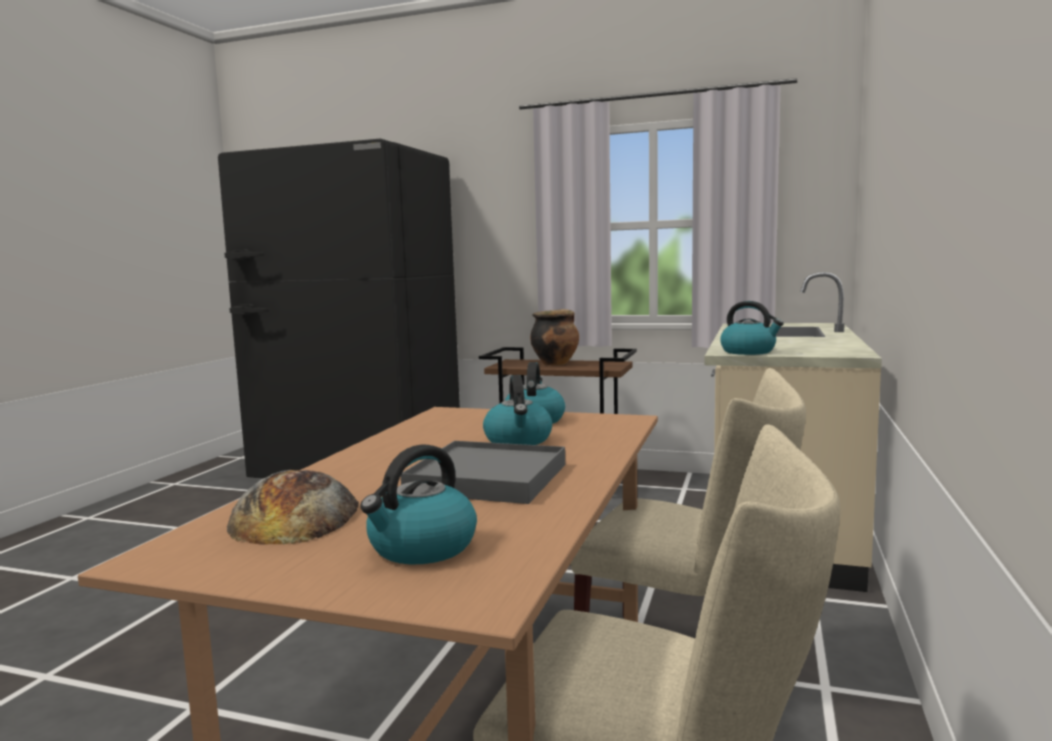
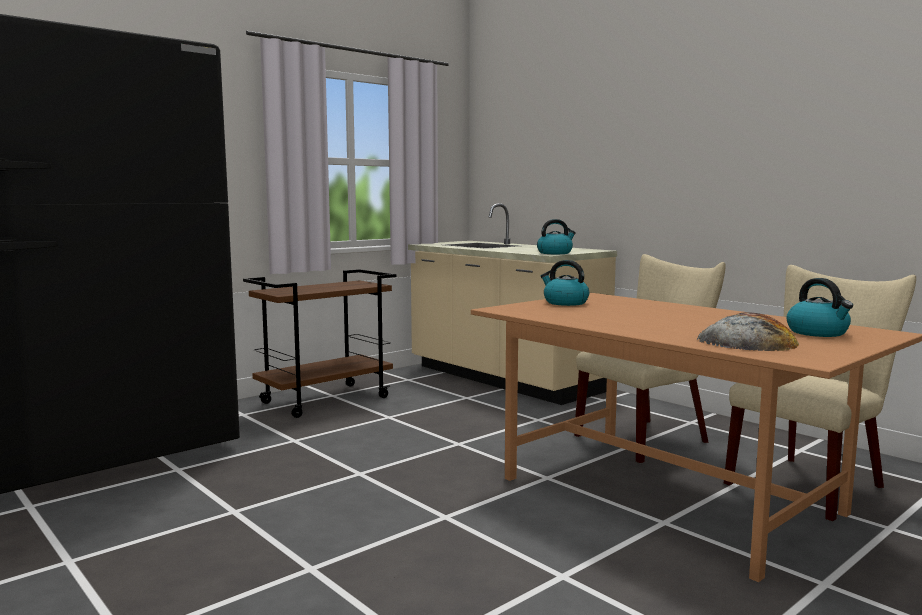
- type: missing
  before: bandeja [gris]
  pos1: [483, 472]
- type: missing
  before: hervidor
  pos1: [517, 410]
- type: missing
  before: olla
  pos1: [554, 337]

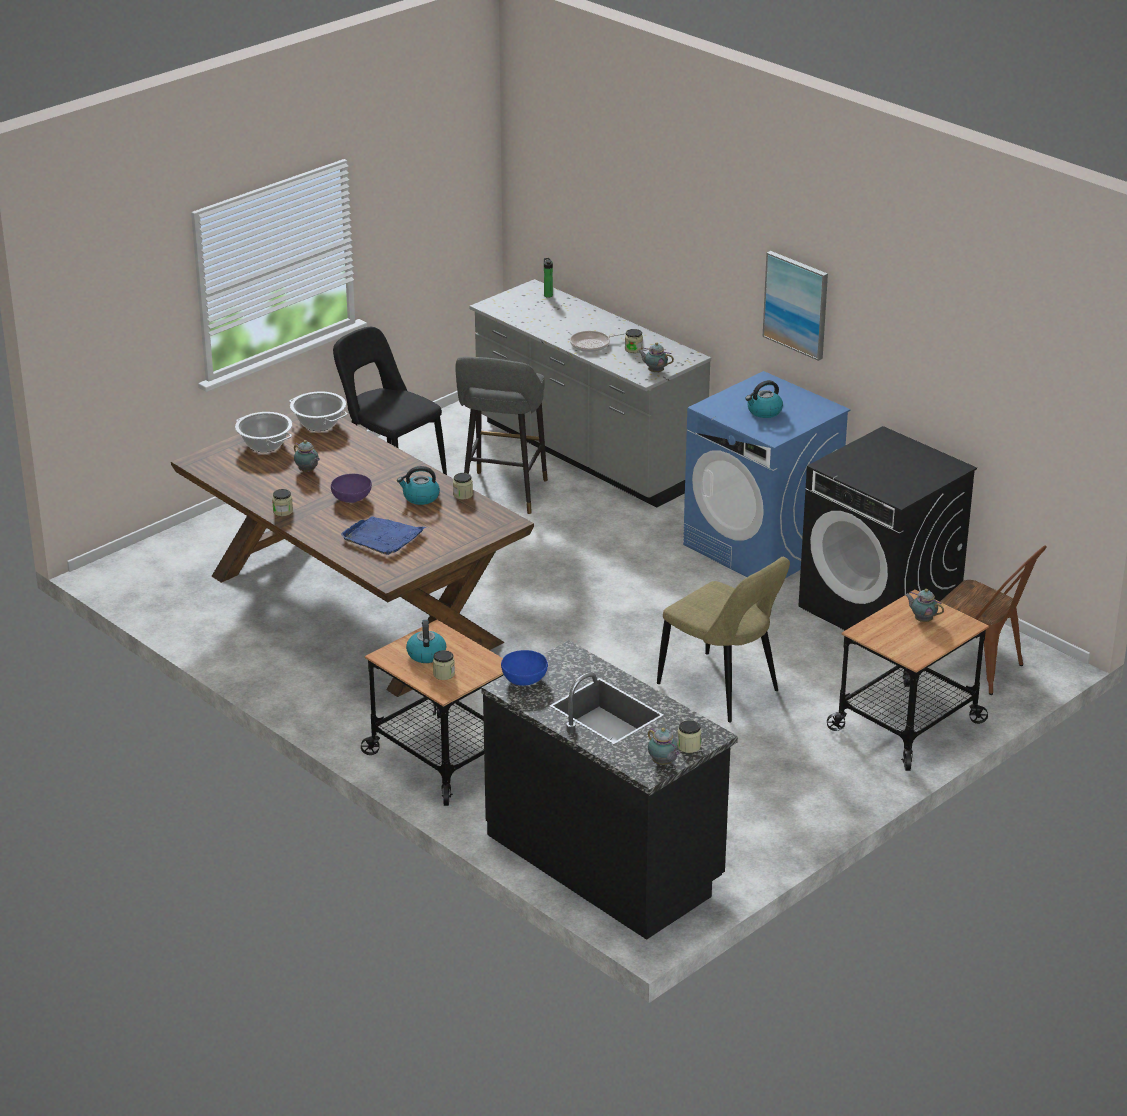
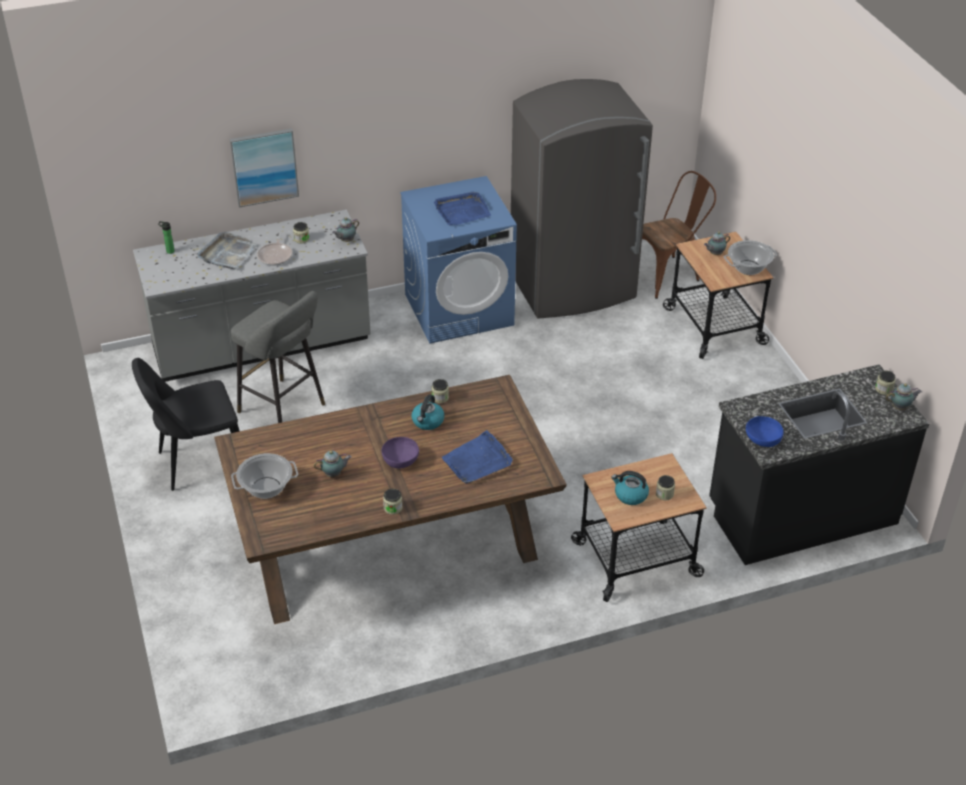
- type: relocated
  before: olla
  pos1: [318, 411]
  pos2: [750, 257]
- type: missing
  before: silla [beis]
  pos1: [723, 640]
- type: exchanged
  before: hervidor
  after: bandeja [azul]
  pos1: [764, 399]
  pos2: [462, 209]
- type: relocated
  before: cuadro
  pos1: [795, 306]
  pos2: [264, 168]
- type: exchanged
  before: lavadora [negro]
  after: nevera [gris]
  pos1: [887, 528]
  pos2: [582, 199]
- type: appeared
  after: bandeja [gris]
  pos2: [227, 250]

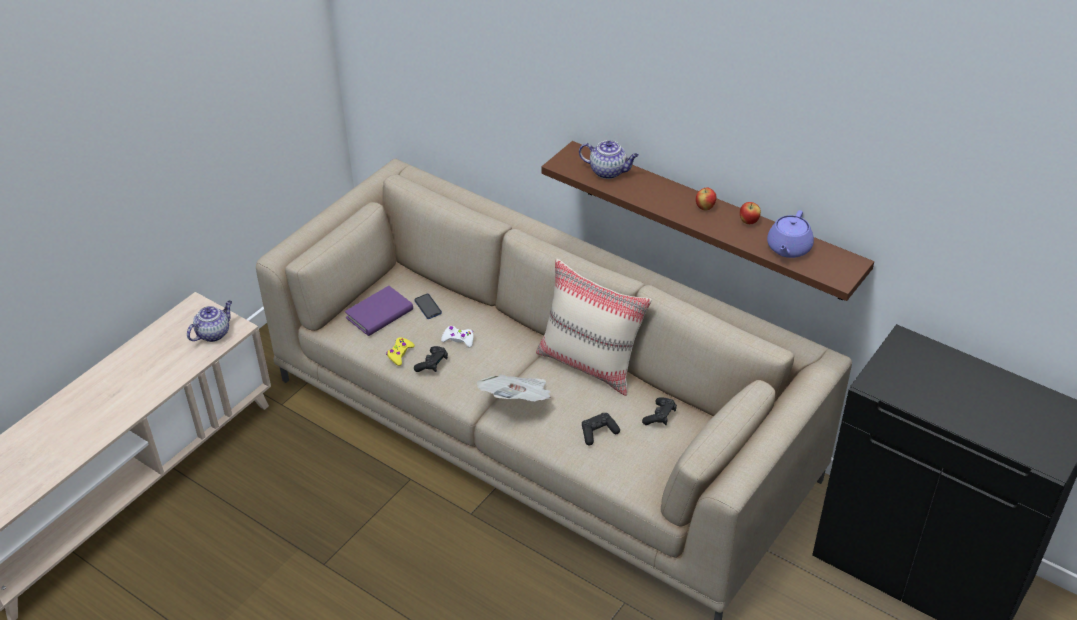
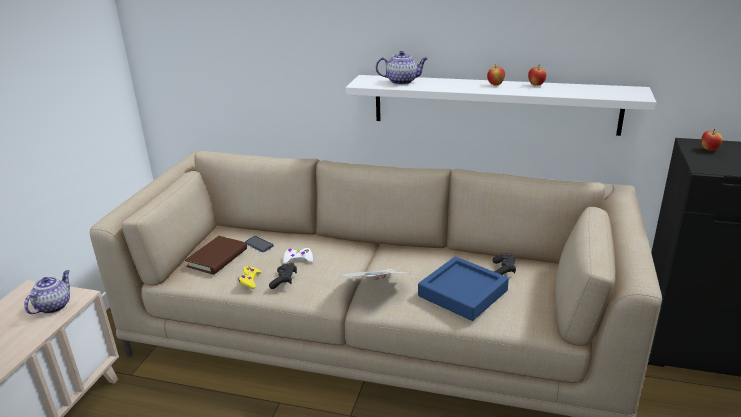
- type: colour
  before: libro [morado]
  after: libro [marrón]
  pos1: [379, 311]
  pos2: [216, 255]
- type: missing
  before: cojín [beis]
  pos1: [594, 327]
- type: colour
  before: estante [marrón]
  after: estante [blanco]
  pos1: [708, 221]
  pos2: [501, 105]
- type: exchanged
  before: mando de consola [negro]
  after: bandeja [azul]
  pos1: [601, 429]
  pos2: [463, 289]
- type: missing
  before: tetera [morado]
  pos1: [790, 234]
- type: appeared
  after: manzana
  pos2: [711, 140]

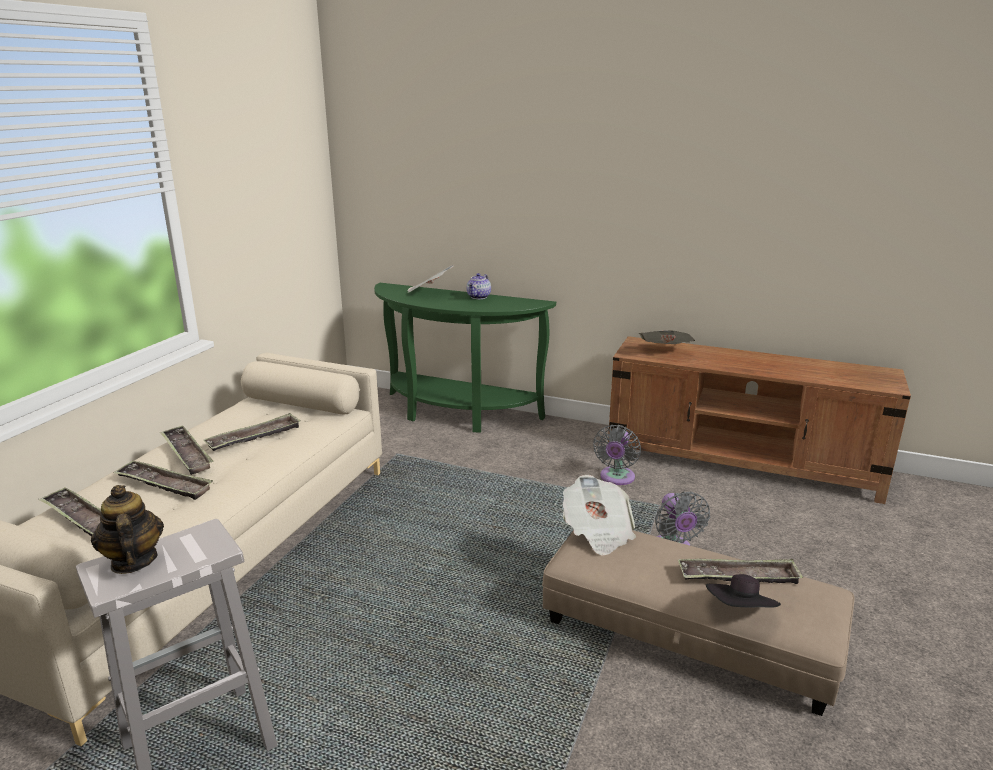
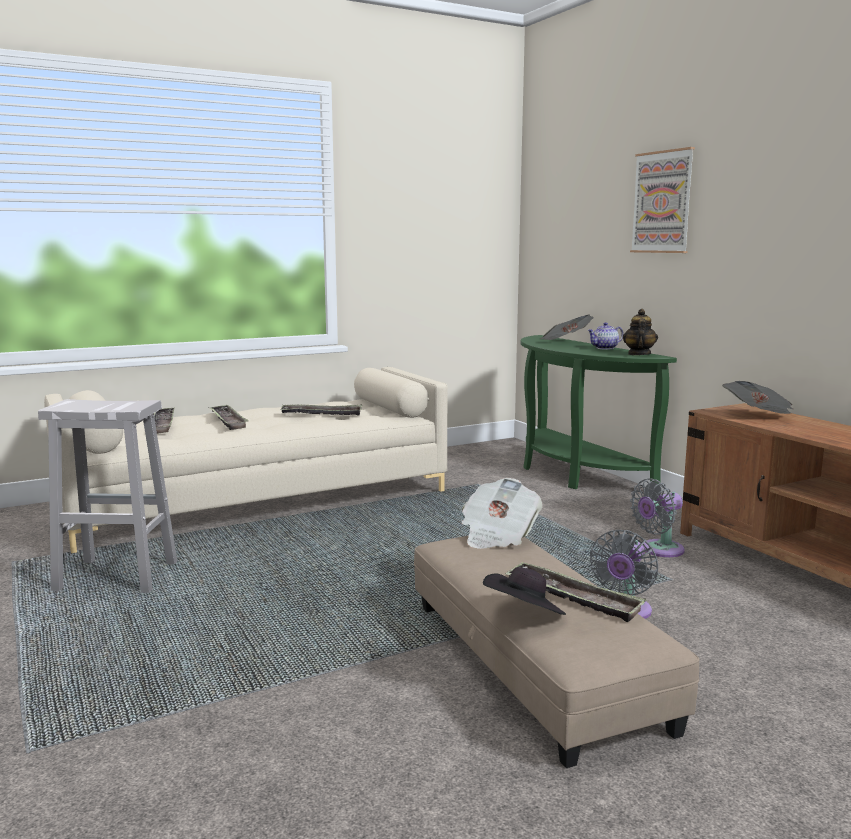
- type: relocated
  before: tetera
  pos1: [127, 529]
  pos2: [640, 332]
- type: missing
  before: bandeja
  pos1: [186, 450]
- type: appeared
  after: cuadro
  pos2: [662, 200]

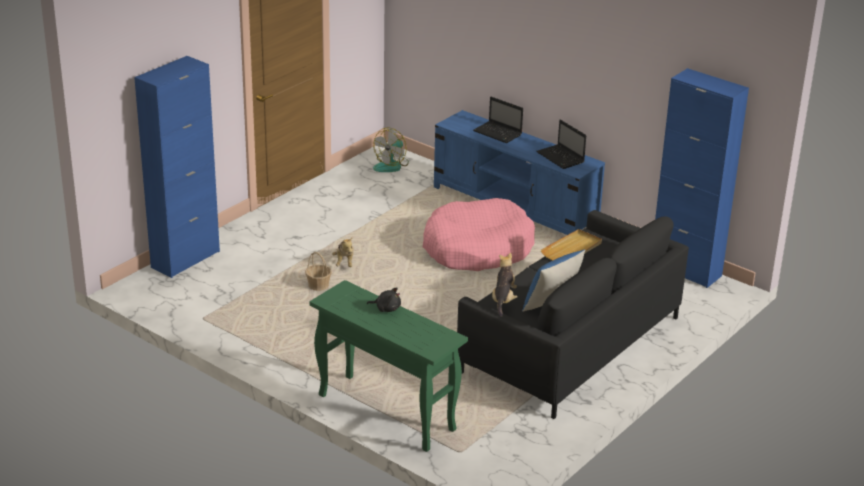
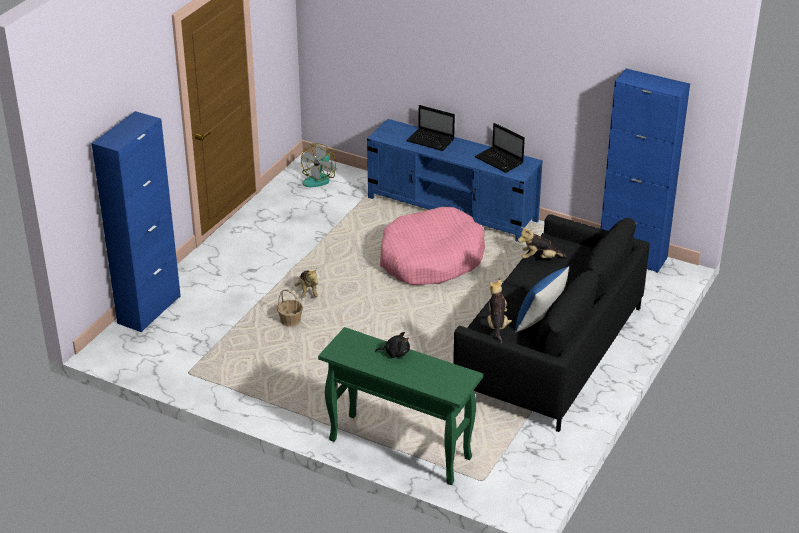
- type: exchanged
  before: bandeja [beis]
  after: peluche
  pos1: [571, 245]
  pos2: [542, 242]

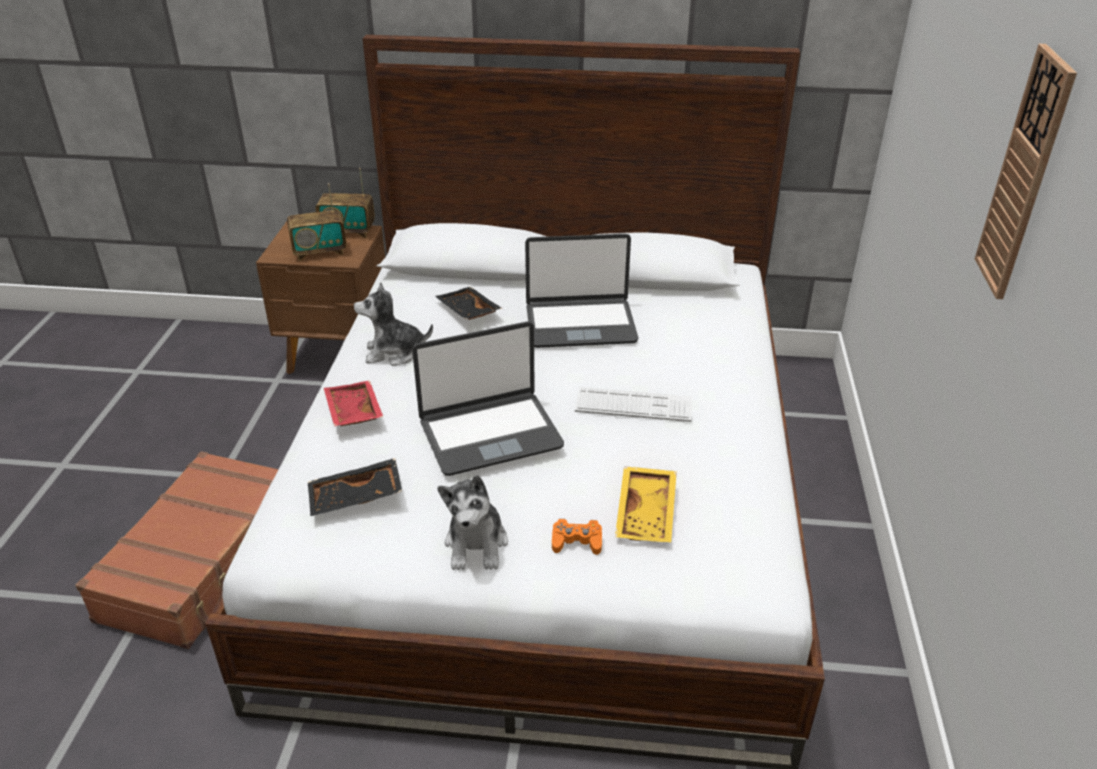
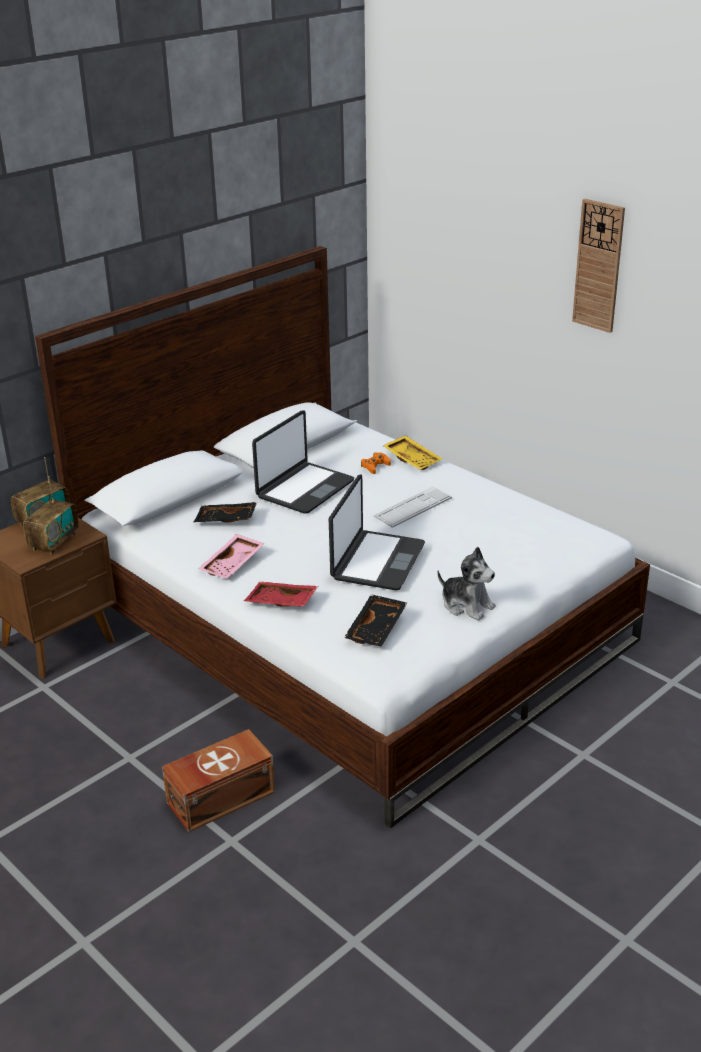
- type: exchanged
  before: maleta [marrón]
  after: caja de almacenaje [marrón]
  pos1: [177, 550]
  pos2: [218, 780]
- type: exchanged
  before: peluche
  after: bandeja [rosa]
  pos1: [393, 324]
  pos2: [231, 556]
- type: relocated
  before: mando de consola [naranja]
  pos1: [577, 537]
  pos2: [376, 463]
- type: relocated
  before: bandeja [amarillo]
  pos1: [646, 504]
  pos2: [412, 452]

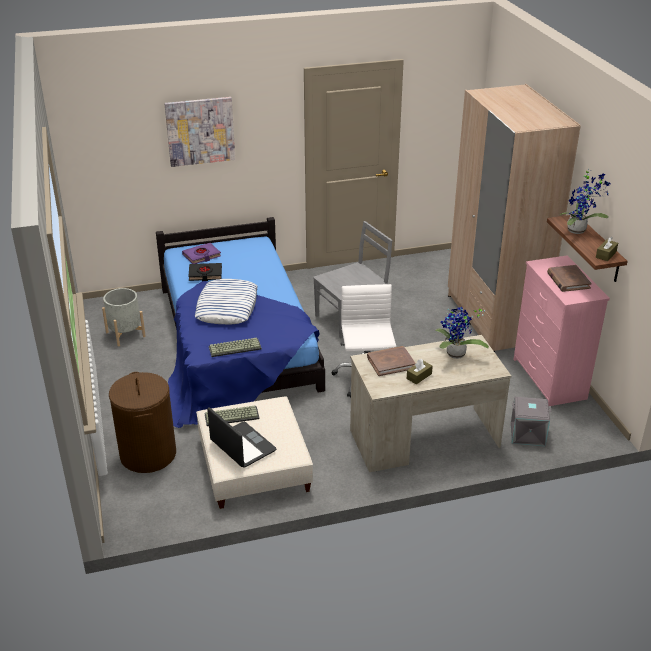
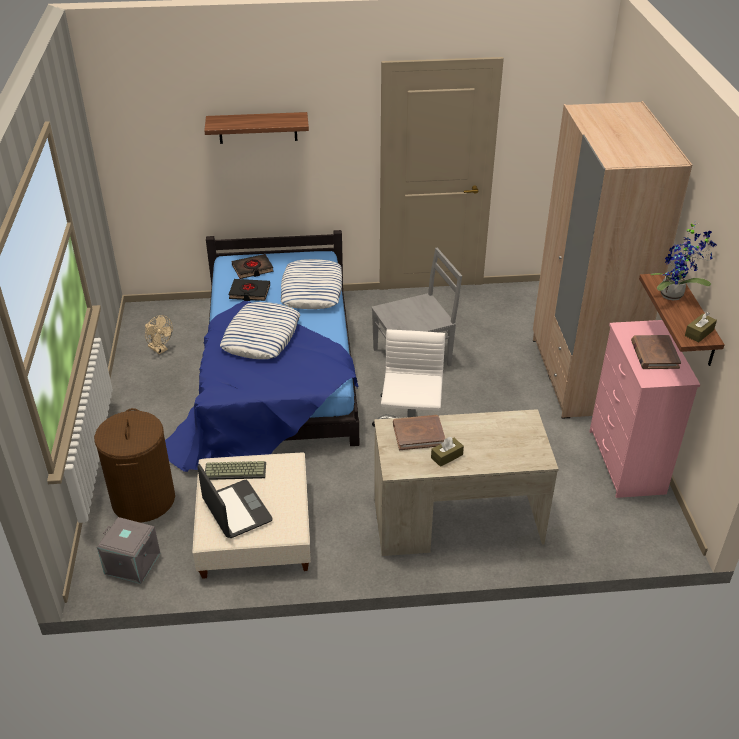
- type: exchanged
  before: maceta [gris]
  after: ventilador [beis]
  pos1: [124, 317]
  pos2: [159, 334]
- type: exchanged
  before: cuadro
  after: estante
  pos1: [199, 132]
  pos2: [256, 128]
- type: colour
  before: libro [morado]
  after: libro [negro]
  pos1: [201, 253]
  pos2: [253, 266]
- type: missing
  before: teclado
  pos1: [235, 347]
- type: missing
  before: planta en maceta
  pos1: [462, 333]
- type: relocated
  before: caja de almacenaje [gris]
  pos1: [531, 422]
  pos2: [128, 550]
- type: appeared
  after: cojín
  pos2: [311, 284]

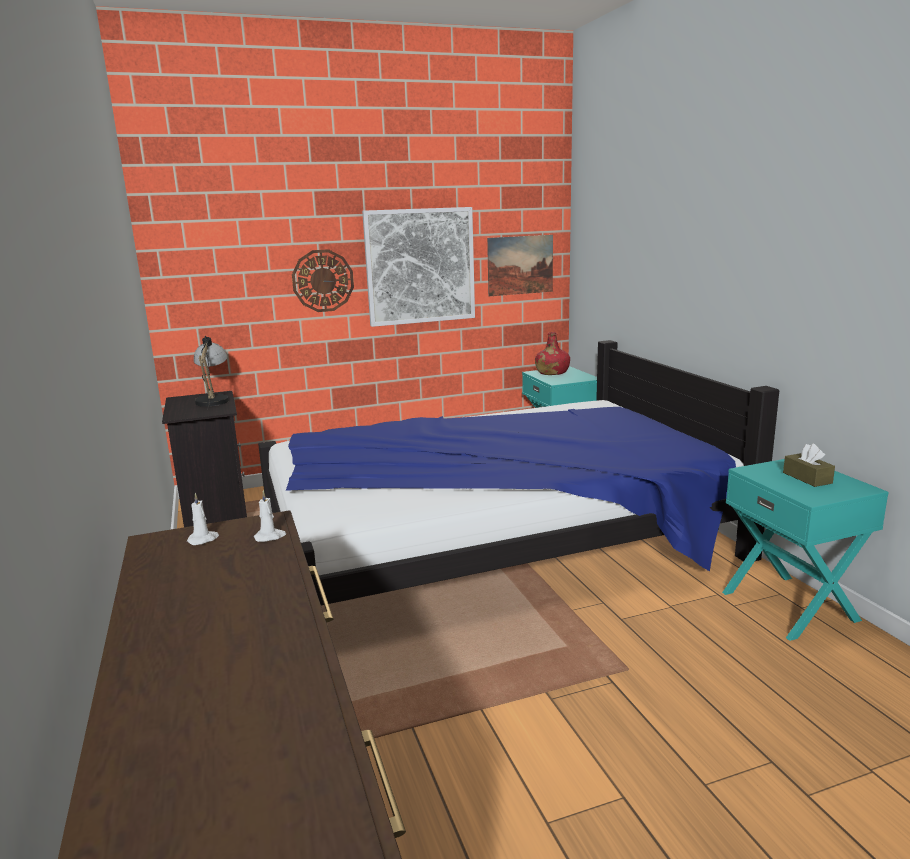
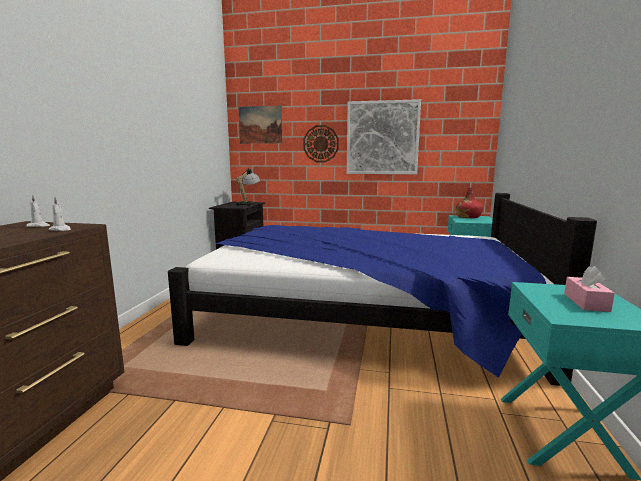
- type: relocated
  before: cuadro
  pos1: [520, 265]
  pos2: [260, 124]
- type: colour
  before: caja de pañuelos [marrón]
  after: caja de pañuelos [rosa]
  pos1: [809, 465]
  pos2: [589, 289]

